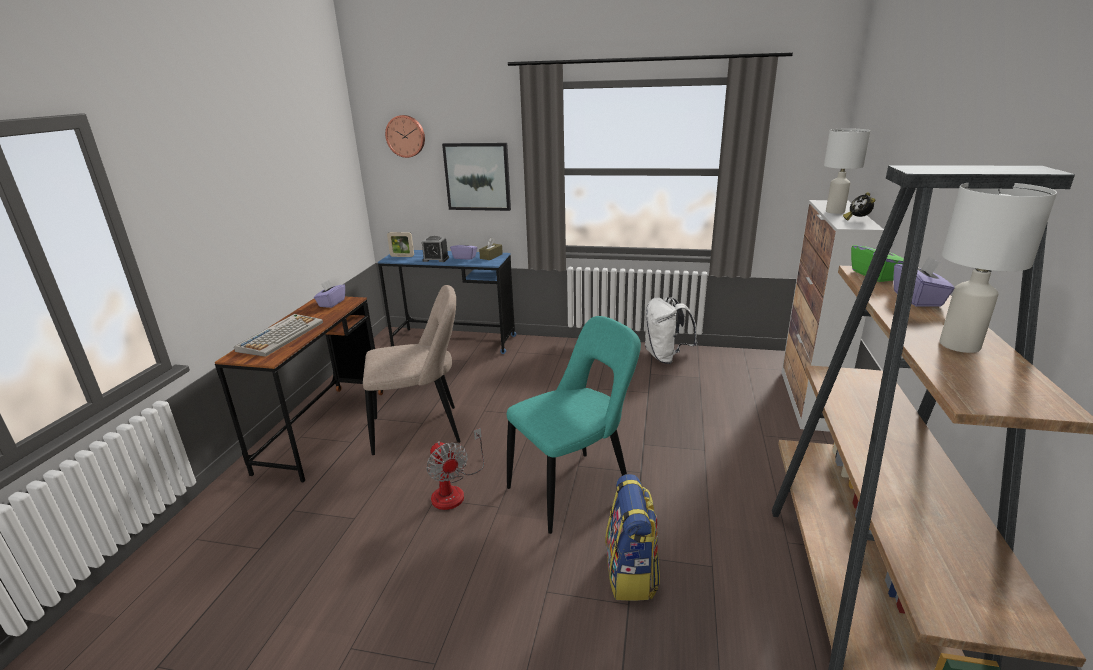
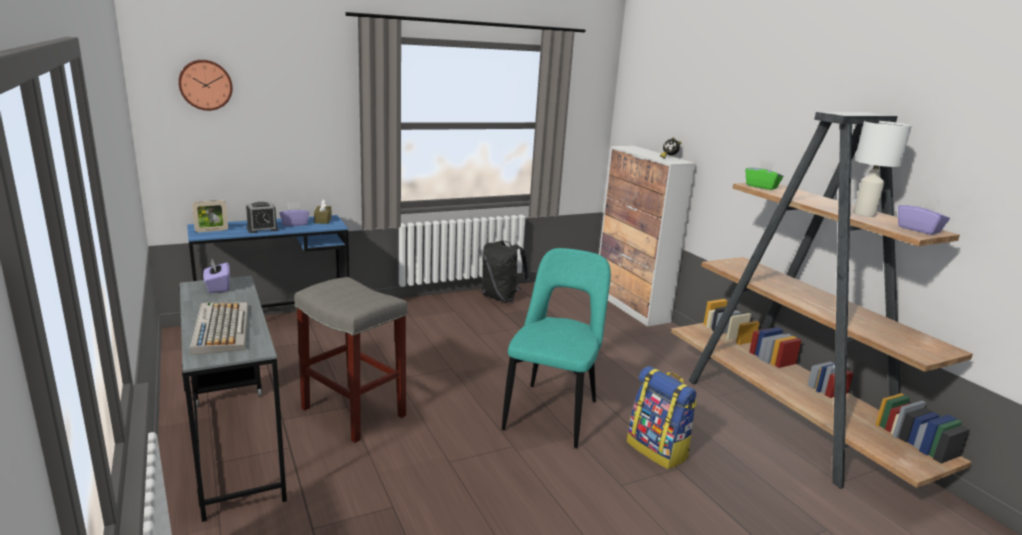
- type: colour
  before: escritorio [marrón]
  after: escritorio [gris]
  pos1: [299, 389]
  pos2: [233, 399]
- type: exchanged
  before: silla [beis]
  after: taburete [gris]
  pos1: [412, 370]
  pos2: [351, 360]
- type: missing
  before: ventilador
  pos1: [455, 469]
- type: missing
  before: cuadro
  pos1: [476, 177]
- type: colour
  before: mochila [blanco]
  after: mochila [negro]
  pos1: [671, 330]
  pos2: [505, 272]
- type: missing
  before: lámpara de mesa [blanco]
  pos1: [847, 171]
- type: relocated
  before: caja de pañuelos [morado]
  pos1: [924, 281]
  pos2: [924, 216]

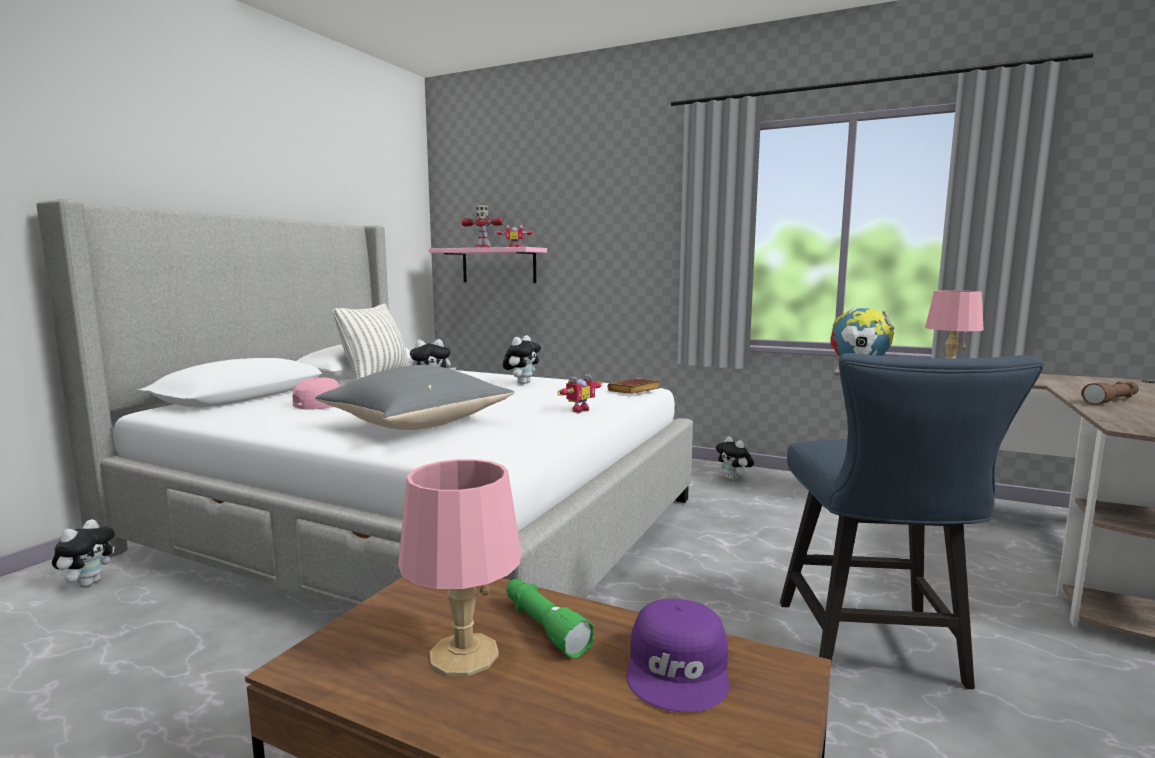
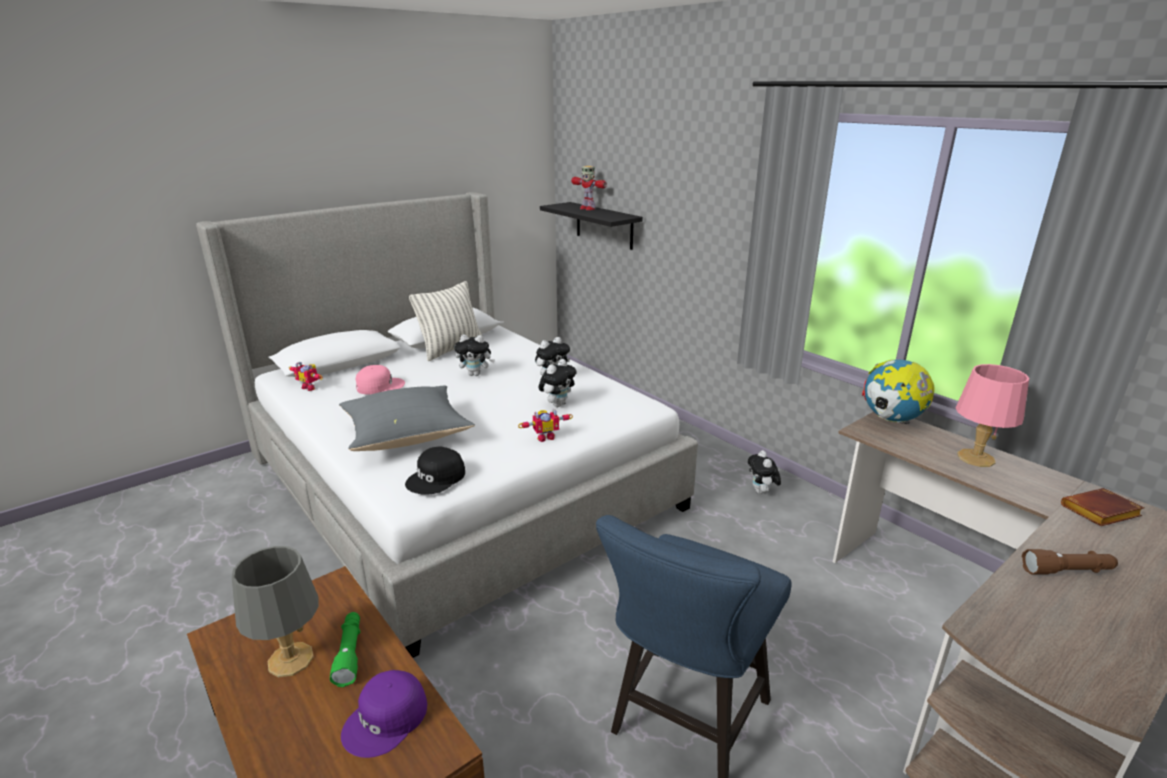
- type: relocated
  before: peluche
  pos1: [83, 553]
  pos2: [557, 383]
- type: colour
  before: lámpara de mesa [rosa]
  after: lámpara de mesa [gris]
  pos1: [460, 567]
  pos2: [275, 611]
- type: colour
  before: estante [rosa]
  after: estante [negro]
  pos1: [487, 265]
  pos2: [591, 226]
- type: relocated
  before: robot de juguete
  pos1: [515, 236]
  pos2: [306, 376]
- type: relocated
  before: libro [marrón]
  pos1: [634, 386]
  pos2: [1103, 507]
- type: appeared
  after: gorra [negro]
  pos2: [435, 471]

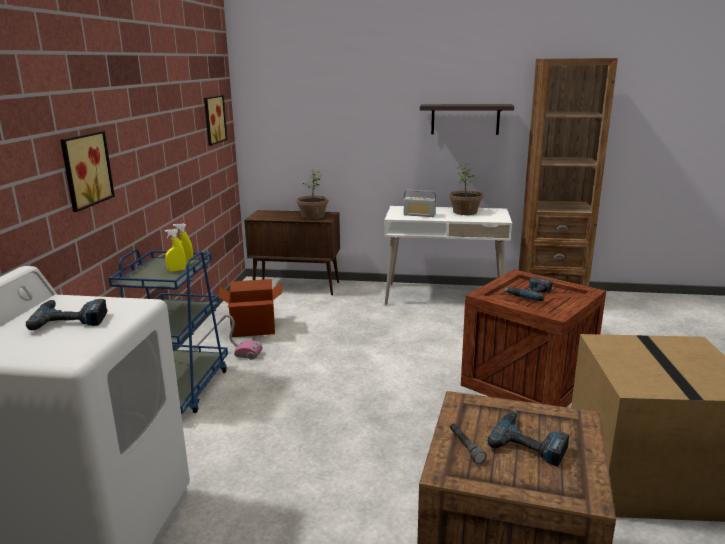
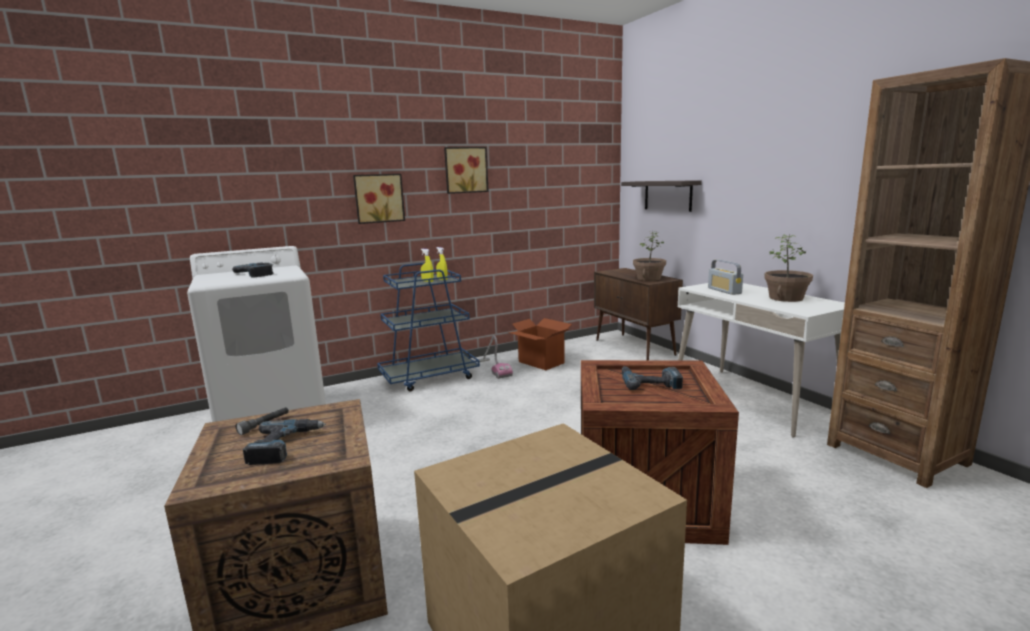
- type: relocated
  before: cuadro
  pos1: [215, 120]
  pos2: [466, 170]
- type: relocated
  before: estante
  pos1: [467, 119]
  pos2: [661, 196]

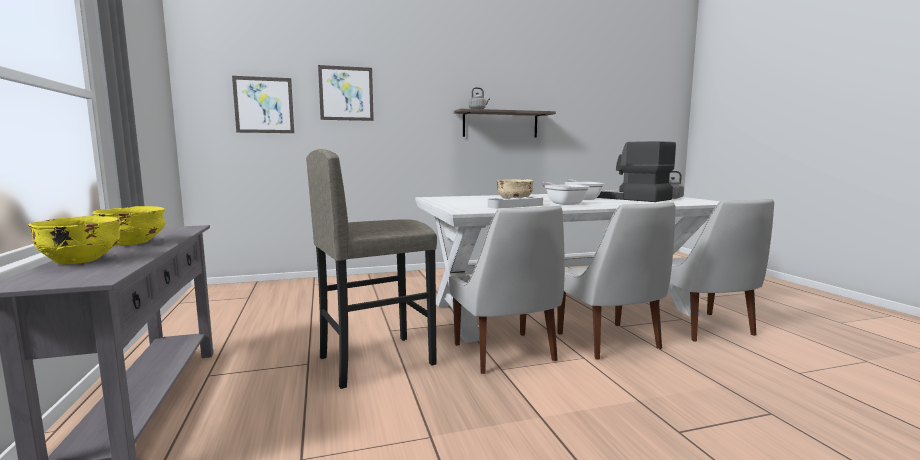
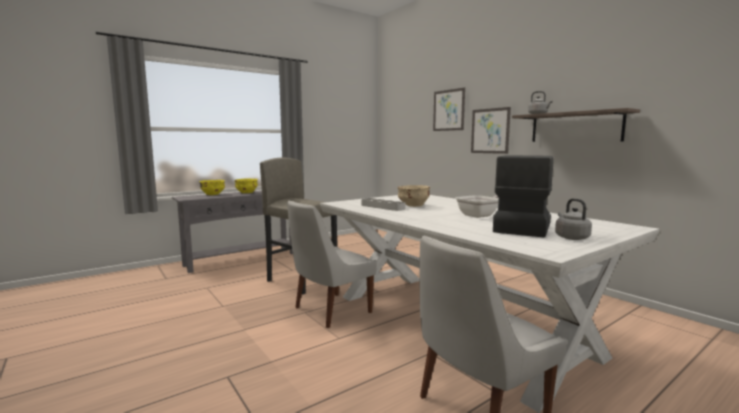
- type: relocated
  before: cuadro
  pos1: [263, 104]
  pos2: [491, 130]
- type: missing
  before: sartén
  pos1: [565, 193]
- type: missing
  before: silla [blanco]
  pos1: [616, 281]

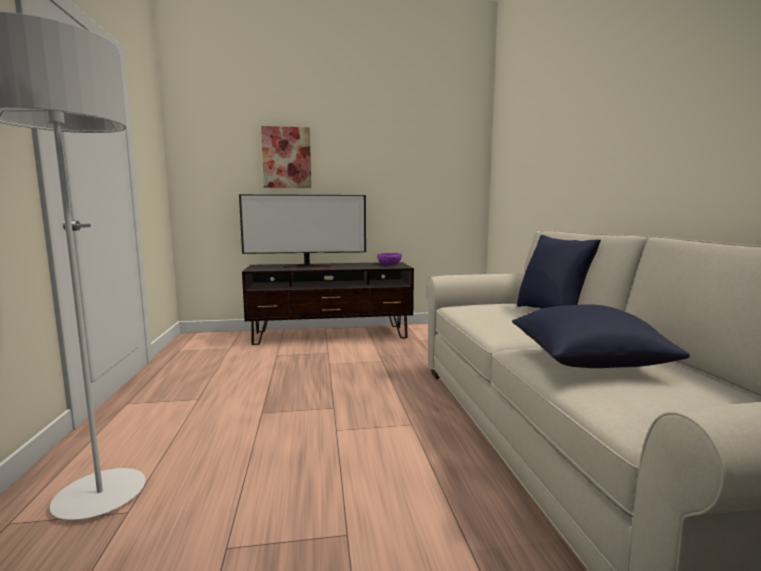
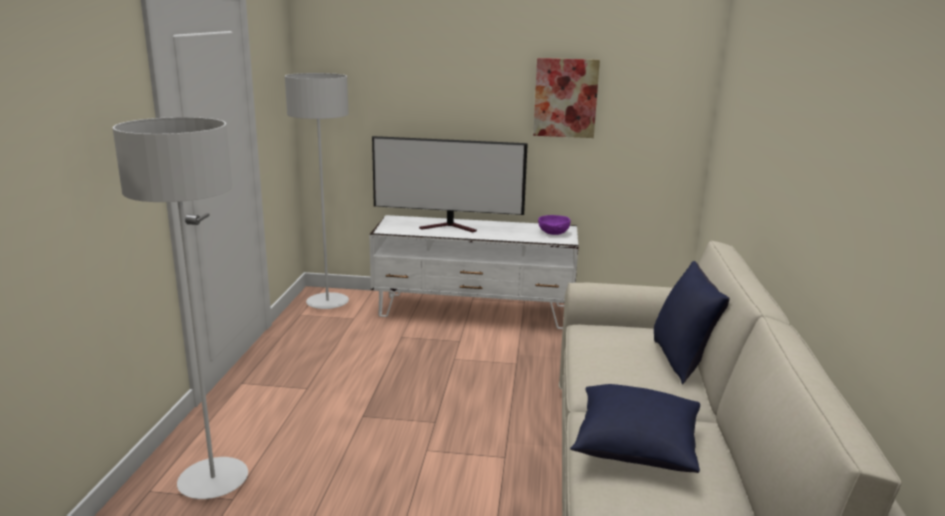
- type: colour
  before: mueble de televisión [marrón]
  after: mueble de televisión [blanco]
  pos1: [328, 303]
  pos2: [473, 272]
- type: relocated
  before: cuadro
  pos1: [286, 157]
  pos2: [566, 98]
- type: appeared
  after: lámpara de pie [gris]
  pos2: [317, 191]

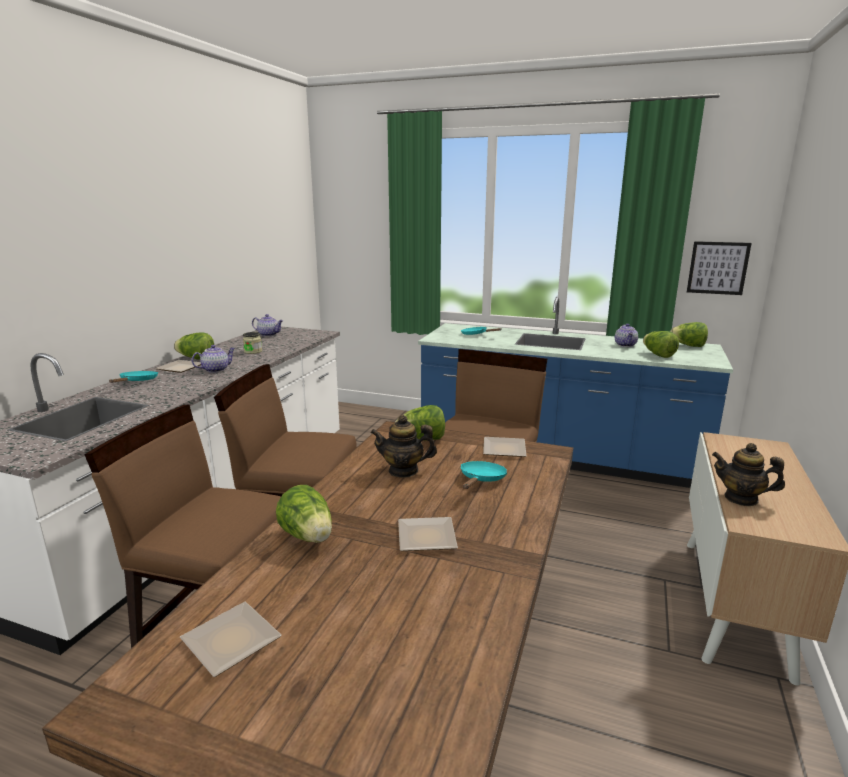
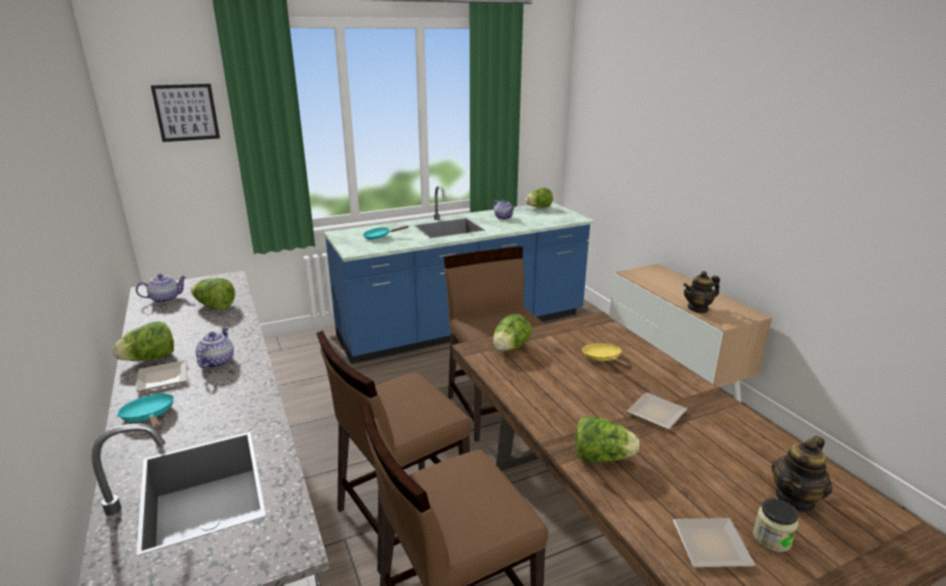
- type: relocated
  before: tarro
  pos1: [252, 343]
  pos2: [775, 525]
- type: relocated
  before: tetera
  pos1: [403, 446]
  pos2: [802, 474]
- type: colour
  before: sartén [turquesa]
  after: sartén [amarillo]
  pos1: [484, 475]
  pos2: [607, 356]
- type: missing
  before: plato
  pos1: [504, 447]
- type: relocated
  before: lechuga
  pos1: [661, 344]
  pos2: [213, 294]
- type: relocated
  before: cuadro
  pos1: [719, 268]
  pos2: [185, 113]

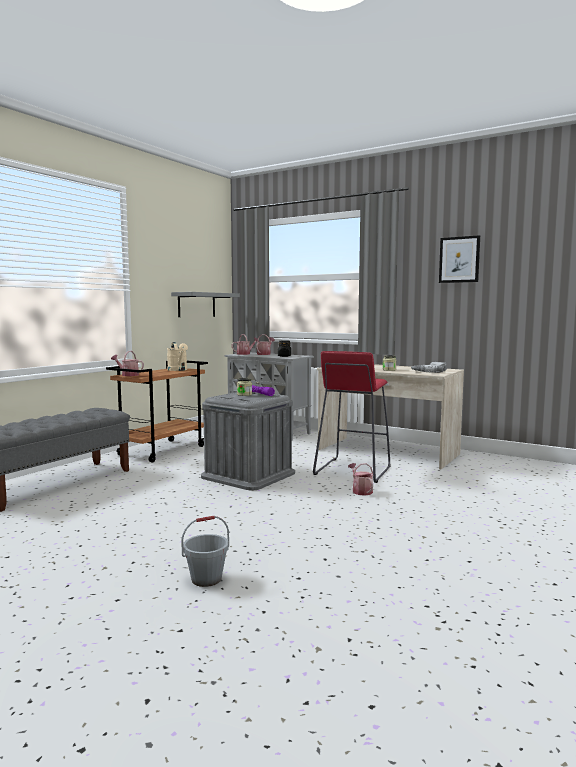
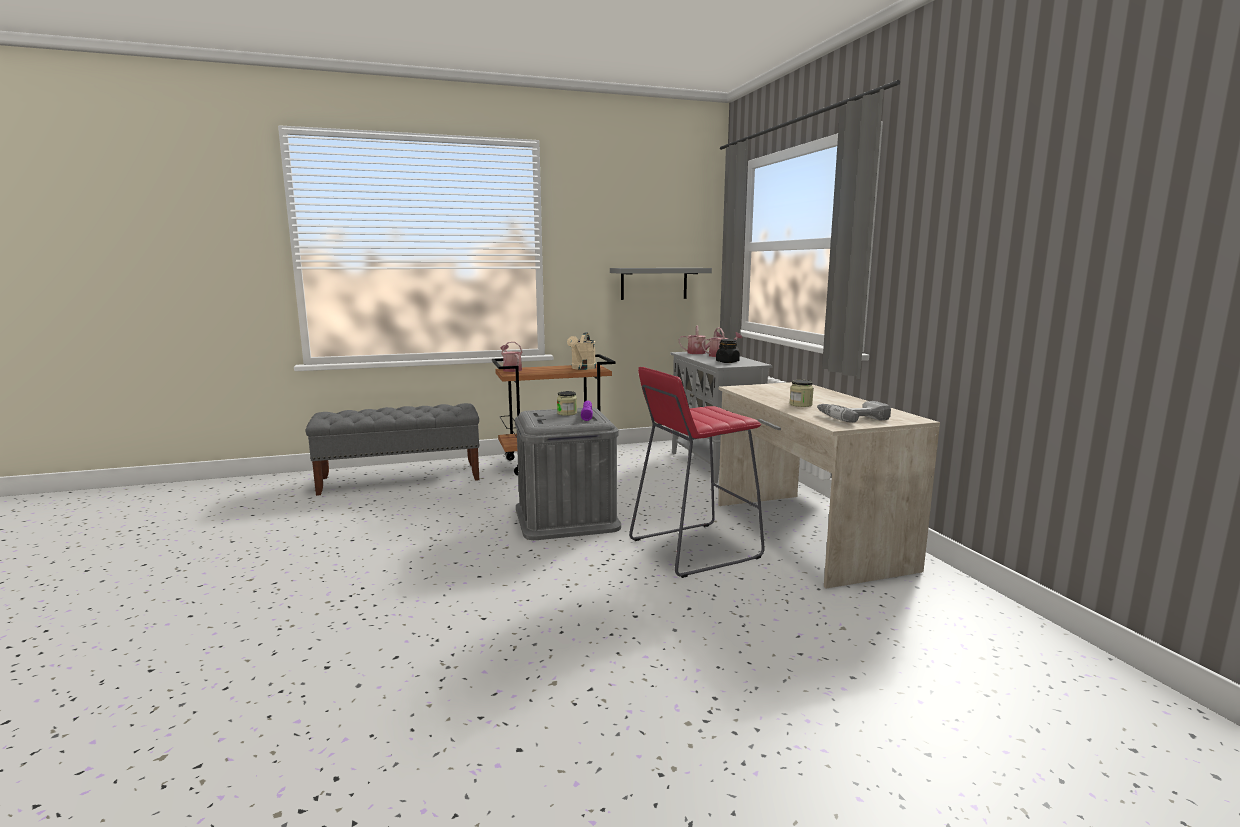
- type: missing
  before: cubo [gris]
  pos1: [205, 551]
- type: missing
  before: regadera
  pos1: [360, 479]
- type: missing
  before: cuadro
  pos1: [459, 259]

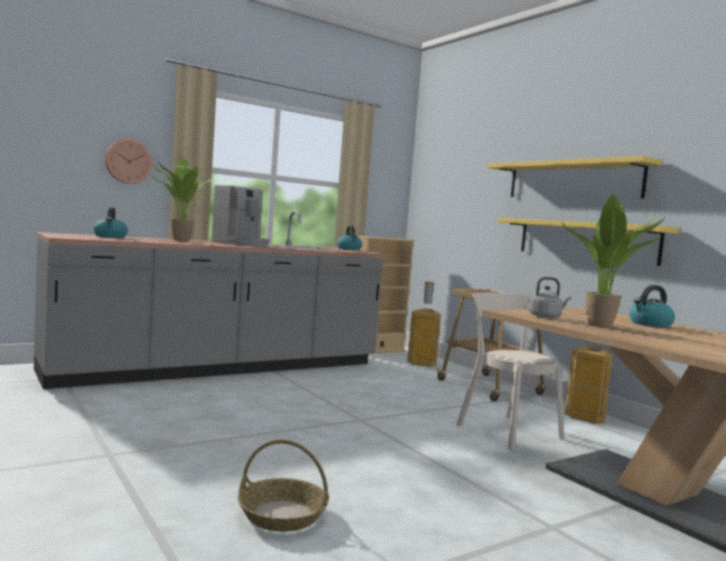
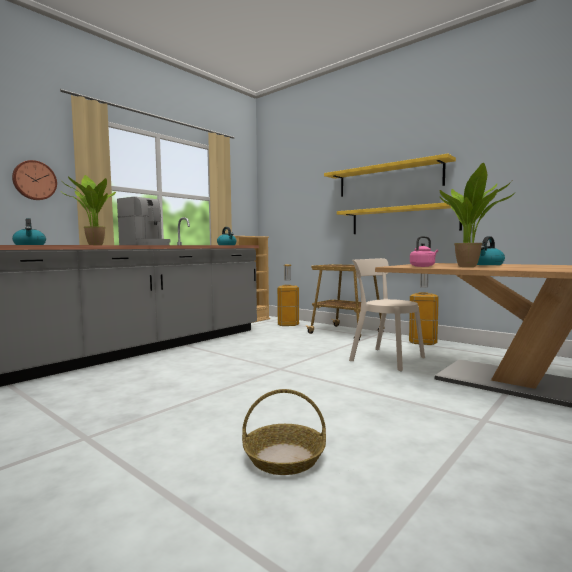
- type: colour
  before: hervidor [gris]
  after: hervidor [rosa]
  pos1: [549, 297]
  pos2: [424, 251]

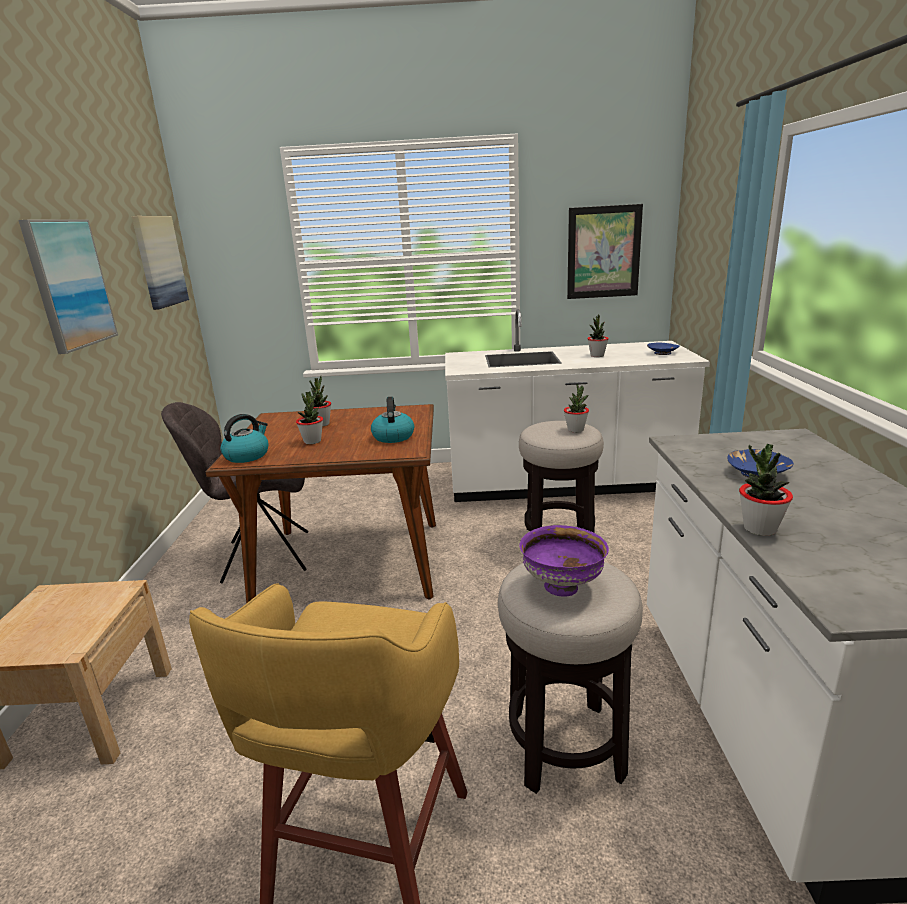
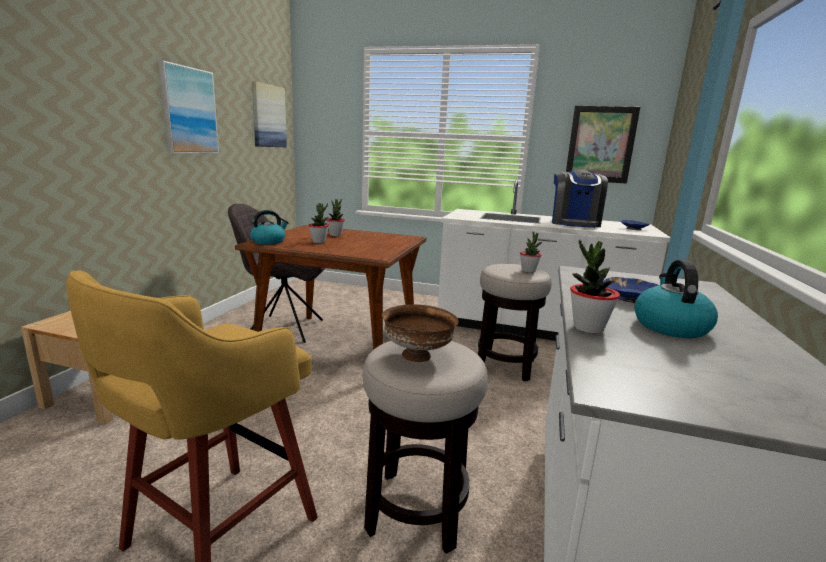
- type: relocated
  before: hervidor
  pos1: [392, 420]
  pos2: [676, 298]
- type: colour
  before: cuenco [morado]
  after: cuenco [marrón]
  pos1: [564, 561]
  pos2: [420, 333]
- type: exchanged
  before: planta en maceta
  after: cafetera
  pos1: [598, 335]
  pos2: [580, 198]

